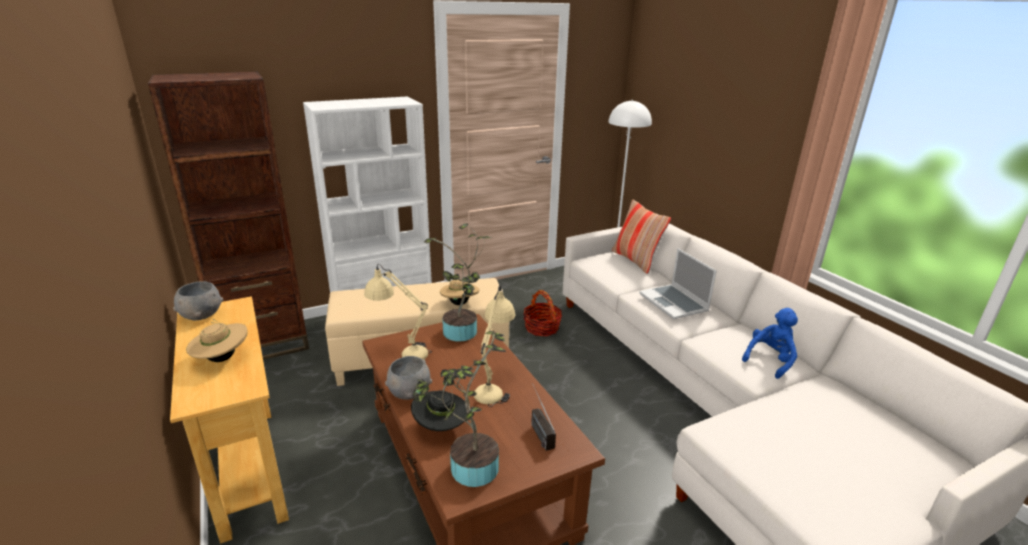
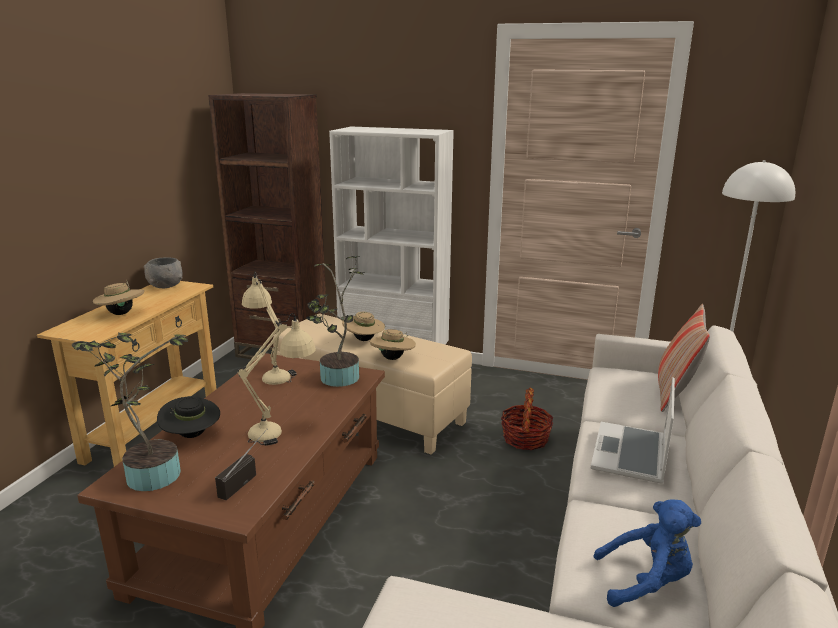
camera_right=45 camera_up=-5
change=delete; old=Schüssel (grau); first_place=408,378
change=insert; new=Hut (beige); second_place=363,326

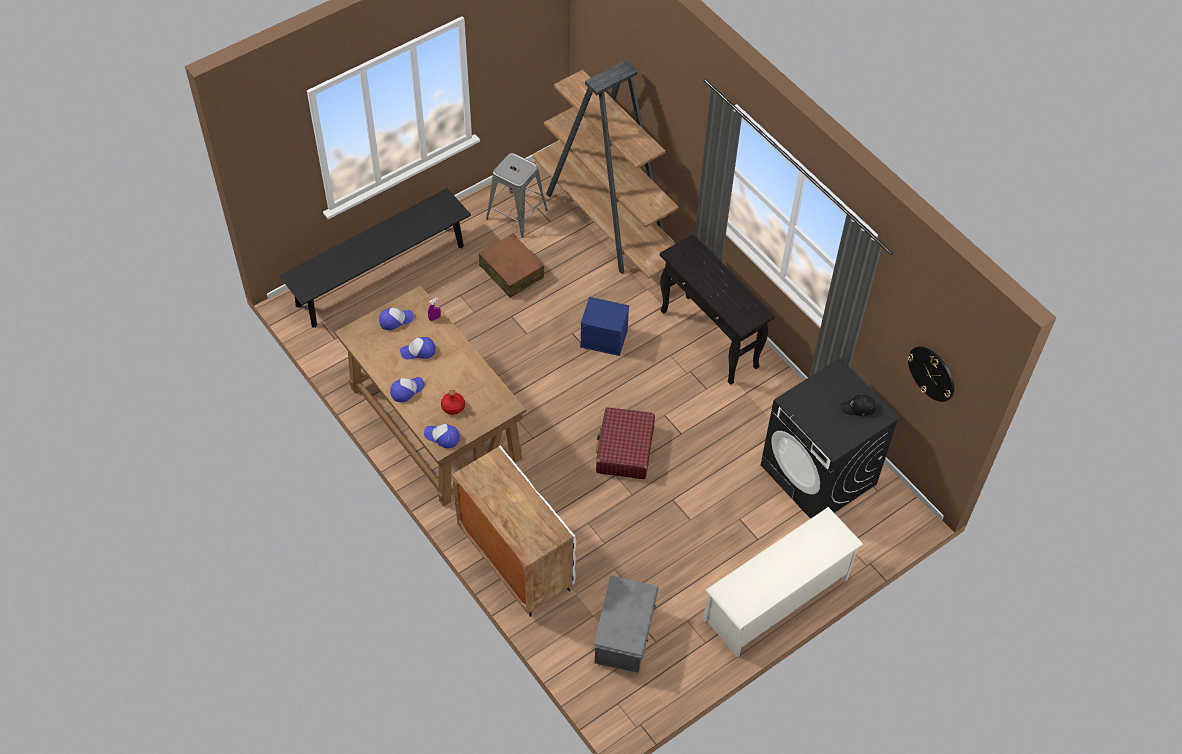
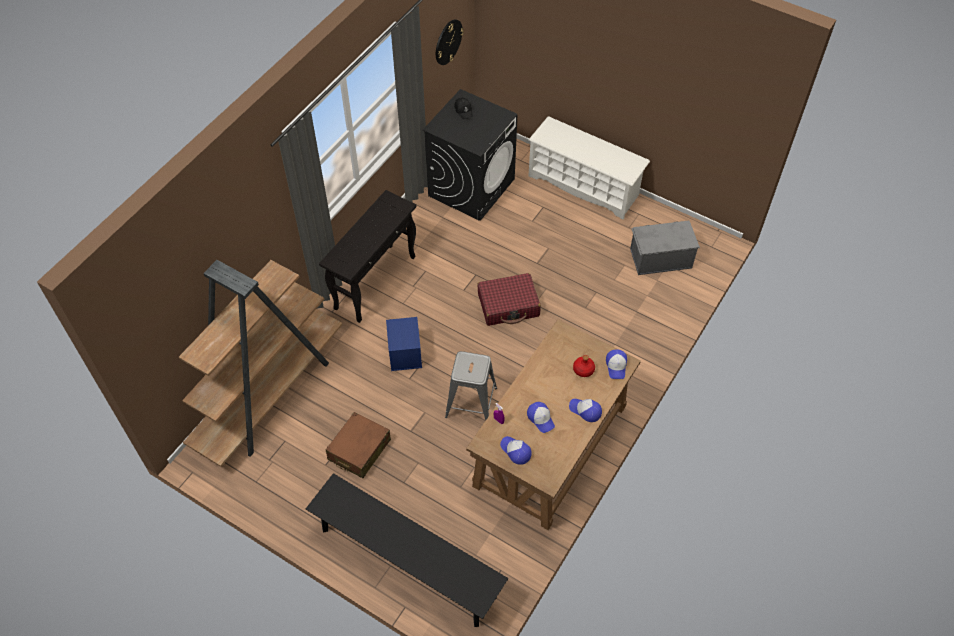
camera_right=-110 camera_up=0
change=delete; old=Schrank (weiß); first_place=514,531
change=move; old=Hocker (grau); first_place=517,195; second_place=471,385

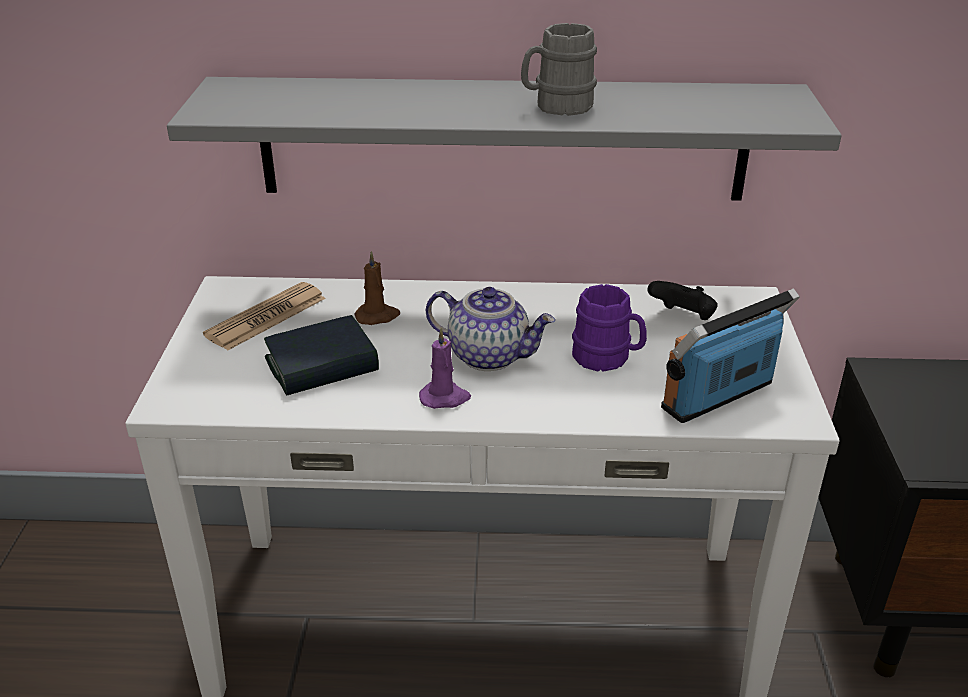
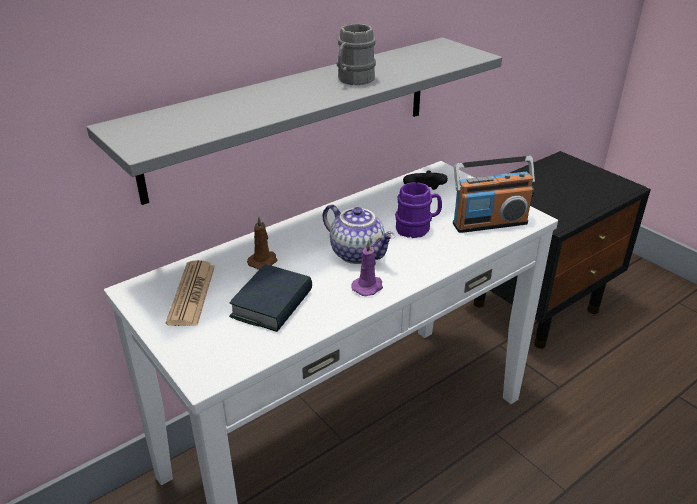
camera_right=-40 camera_up=0
change=rotate; old=Teekanne; first_place=490,329; second_place=359,234; degrees=60
change=rotate; old=Radio; first_place=730,355; second_place=494,194; degrees=-120

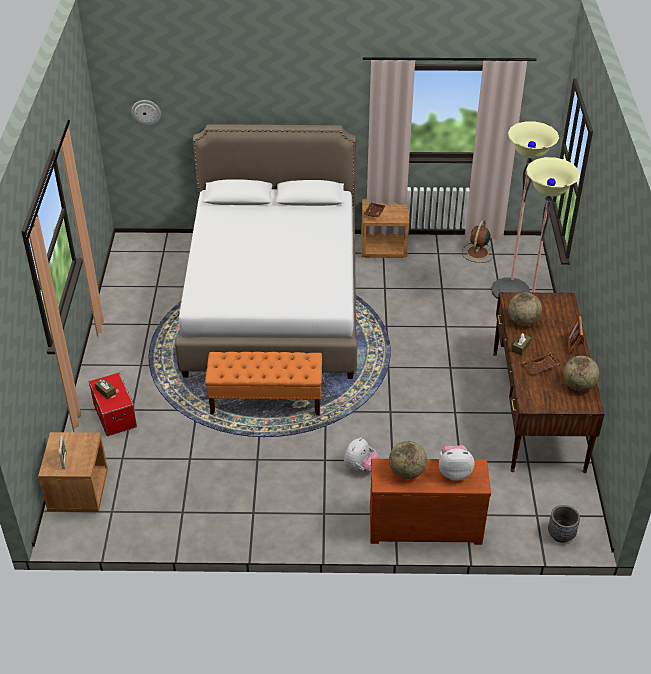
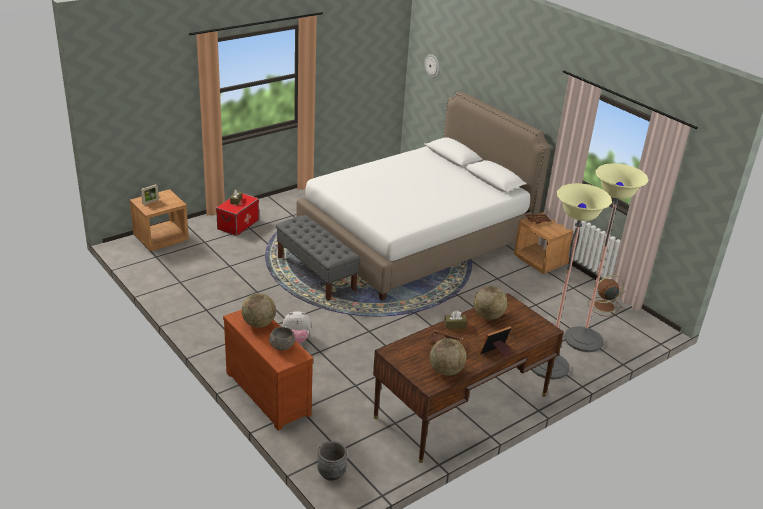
camera_right=50 camera_up=-10
change=replace; old=Plüschtier; new=Schüssel (grau); first_place=456,463; second_place=282,338
change=recolor; old=Bank (orange); new=Bank (grau); first_place=263,383; second_place=318,258

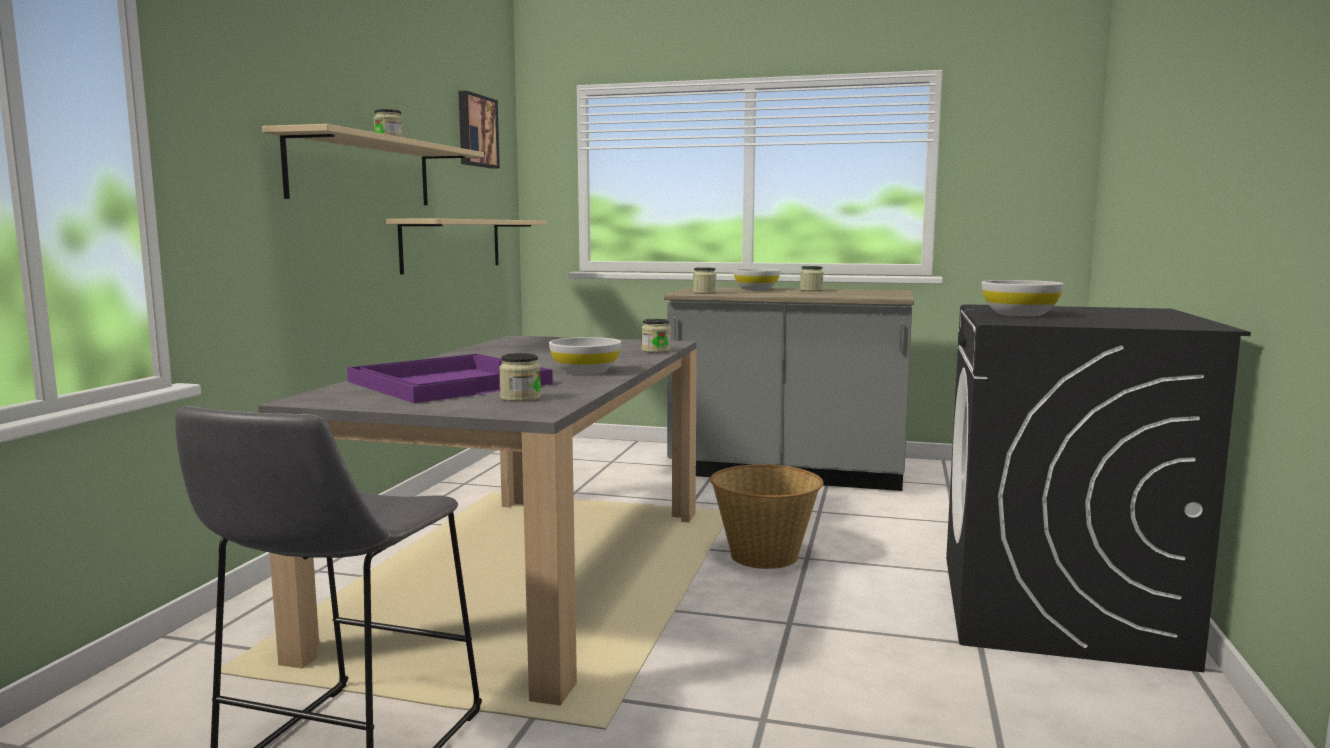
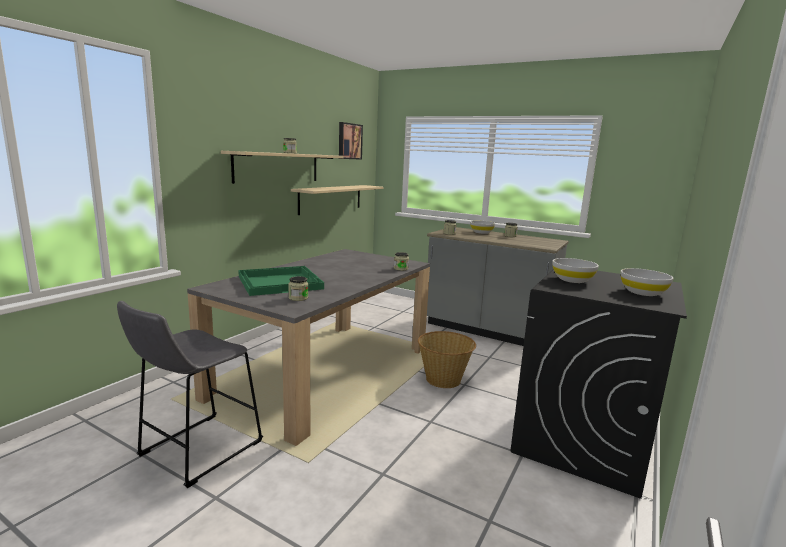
camera_right=15 camera_up=5
change=move; old=Schüssel (weiß); first_place=585,355; second_place=647,282
change=recolor; old=Tablett (lila); new=Tablett (grün); first_place=450,378; second_place=281,281

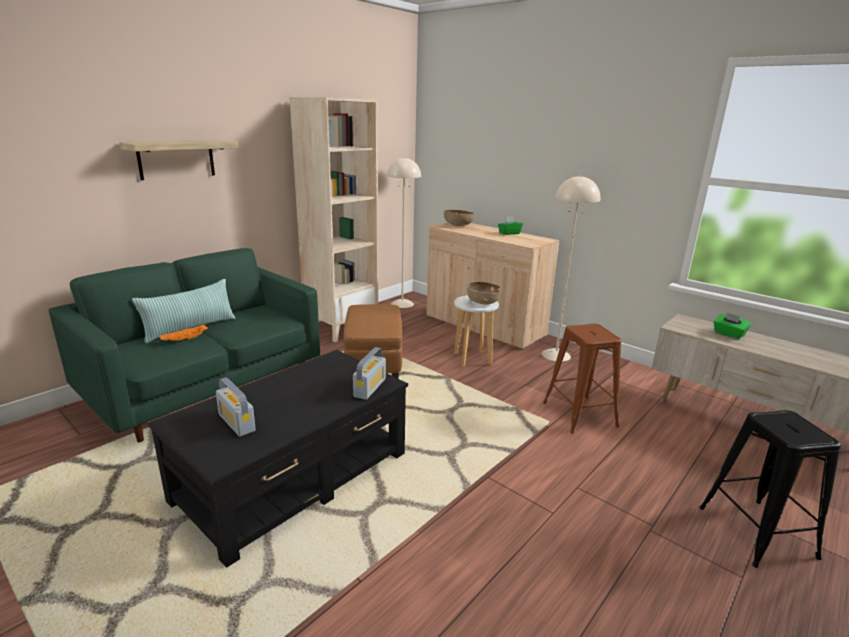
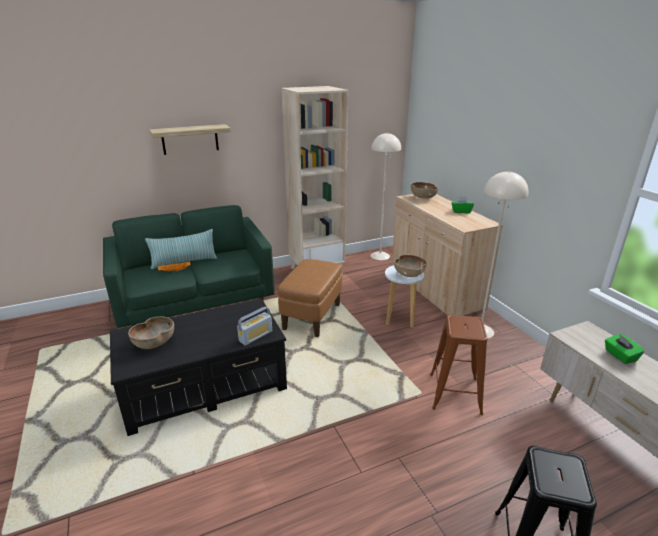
camera_right=25 camera_up=5
change=replace; old=Radio; new=Schüssel (braun); first_place=236,407; second_place=151,333

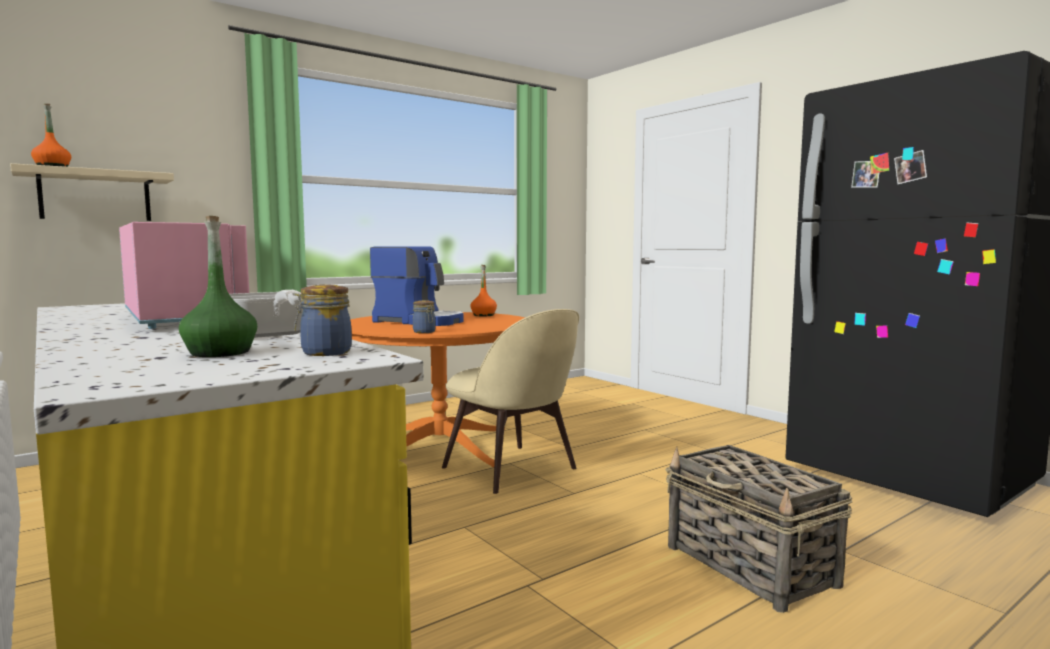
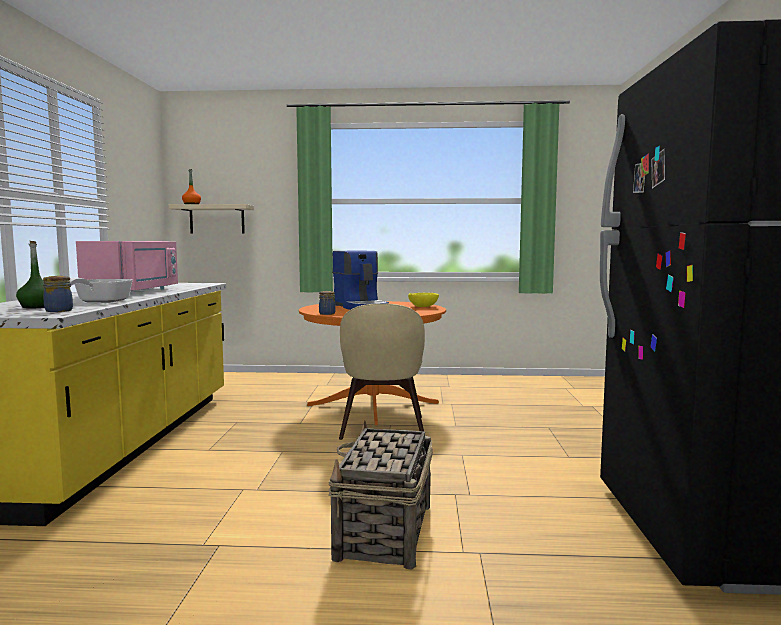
camera_right=40 camera_up=0
change=replace; old=Flasche (orange); new=Schüssel (gelb); first_place=483,290; second_place=423,300

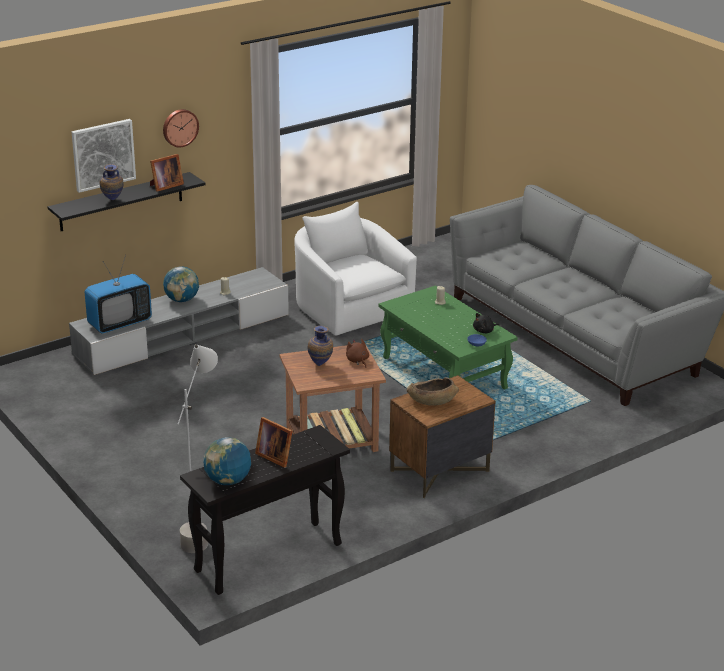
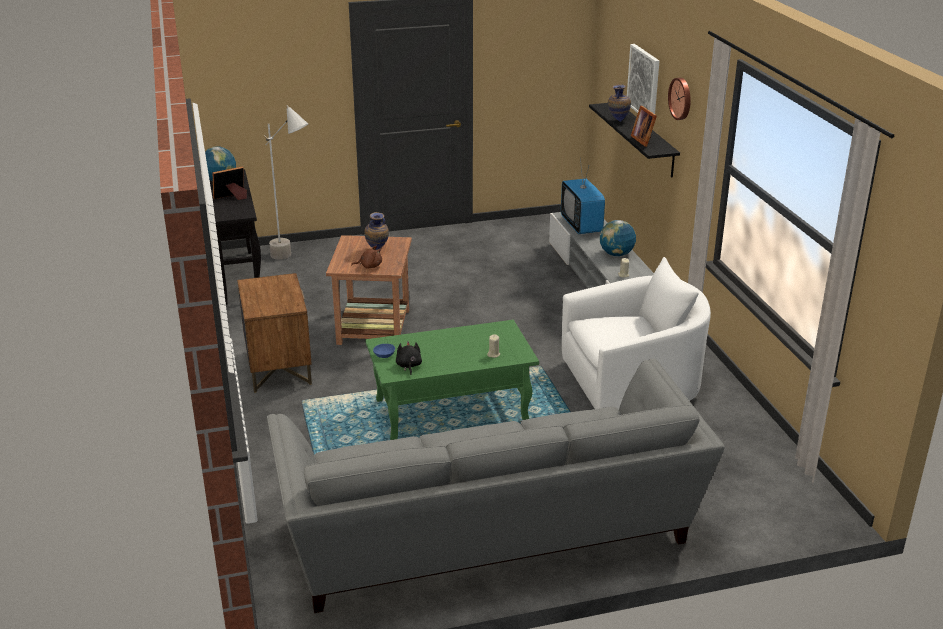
camera_right=110 camera_up=0
change=delete; old=Schüssel (braun); first_place=433,392

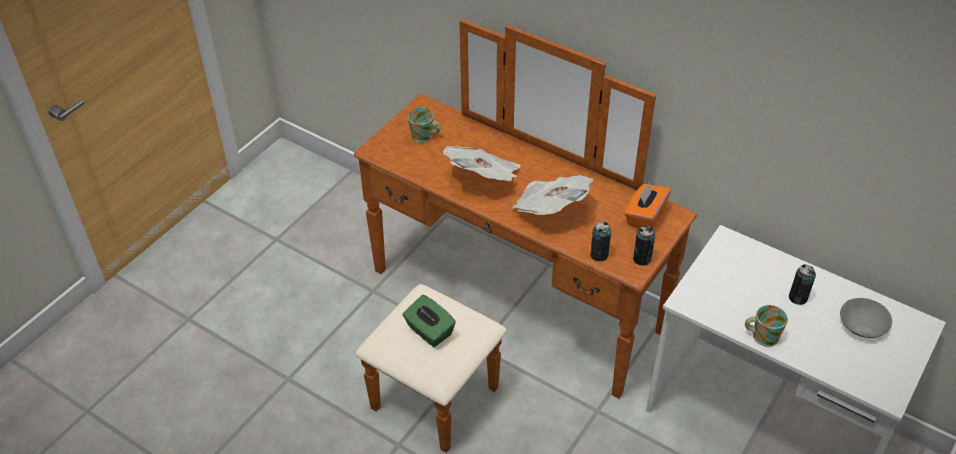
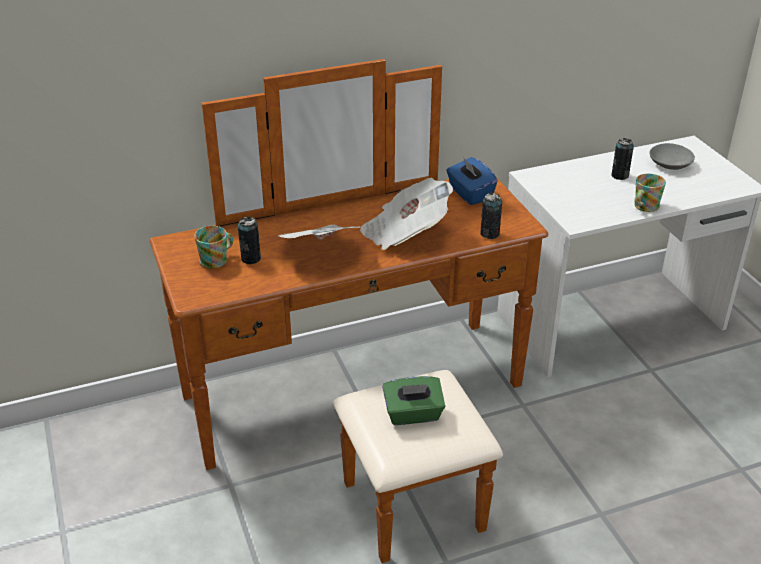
camera_right=-55 camera_up=-10
change=move; old=Dose; first_place=644,246; second_place=249,240
change=recolor; old=Taschentuchbox (orange); new=Taschentuchbox (blau); first_place=647,205; second_place=471,181

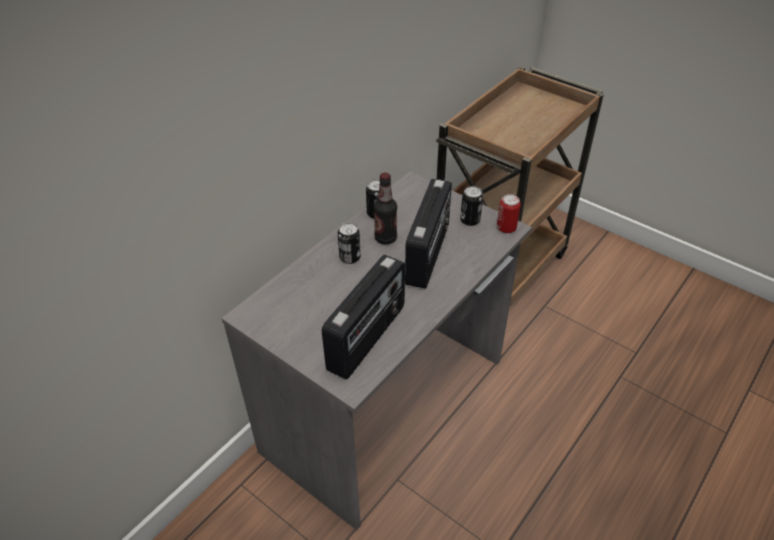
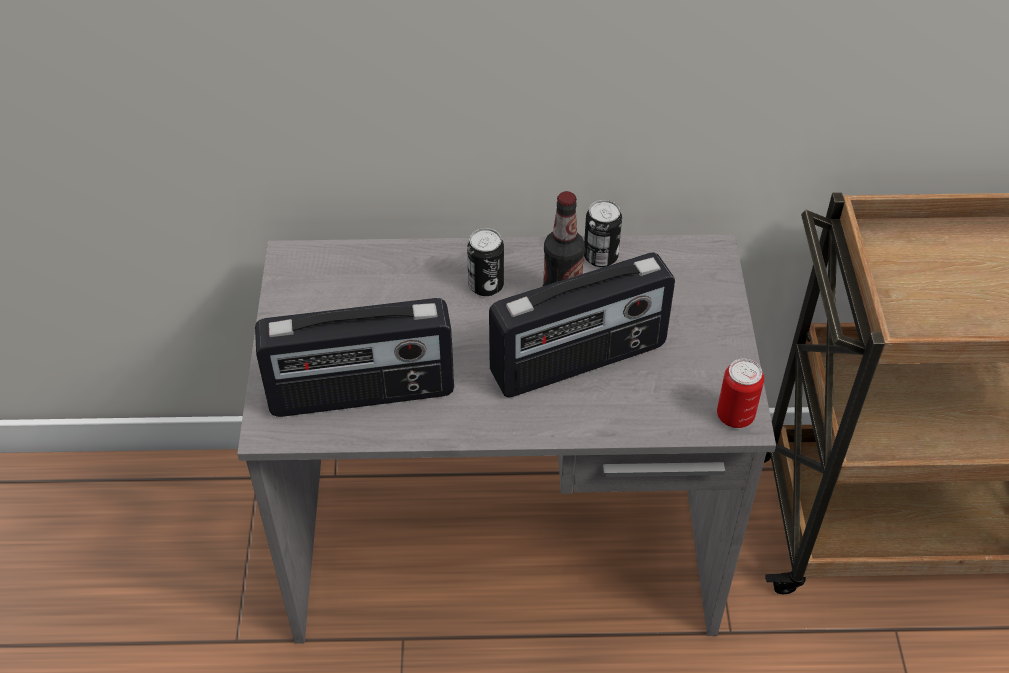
camera_right=50 camera_up=5
change=delete; old=Dose; first_place=471,206

